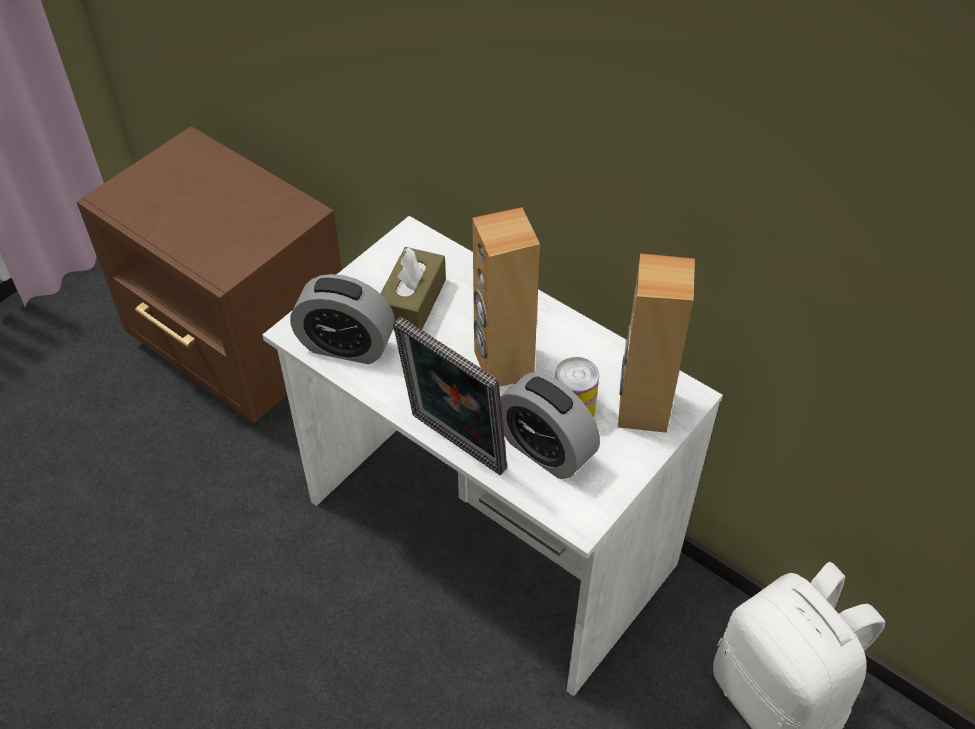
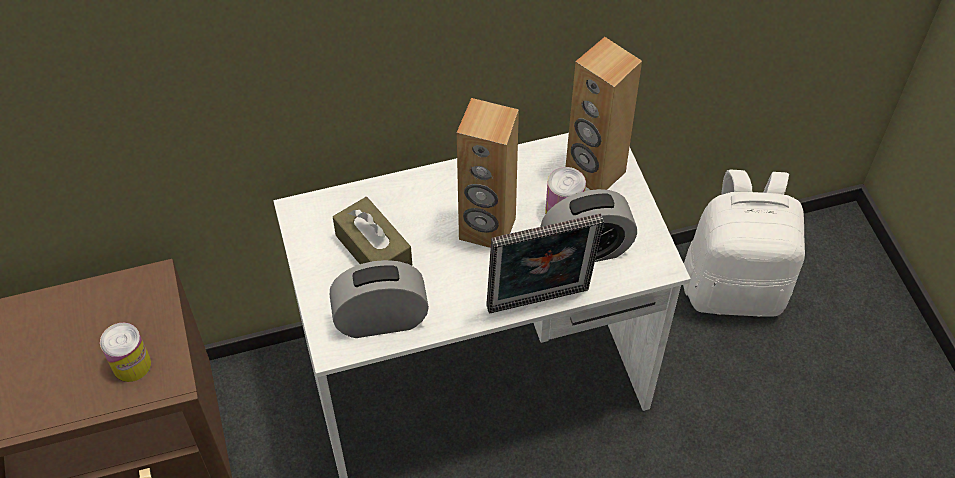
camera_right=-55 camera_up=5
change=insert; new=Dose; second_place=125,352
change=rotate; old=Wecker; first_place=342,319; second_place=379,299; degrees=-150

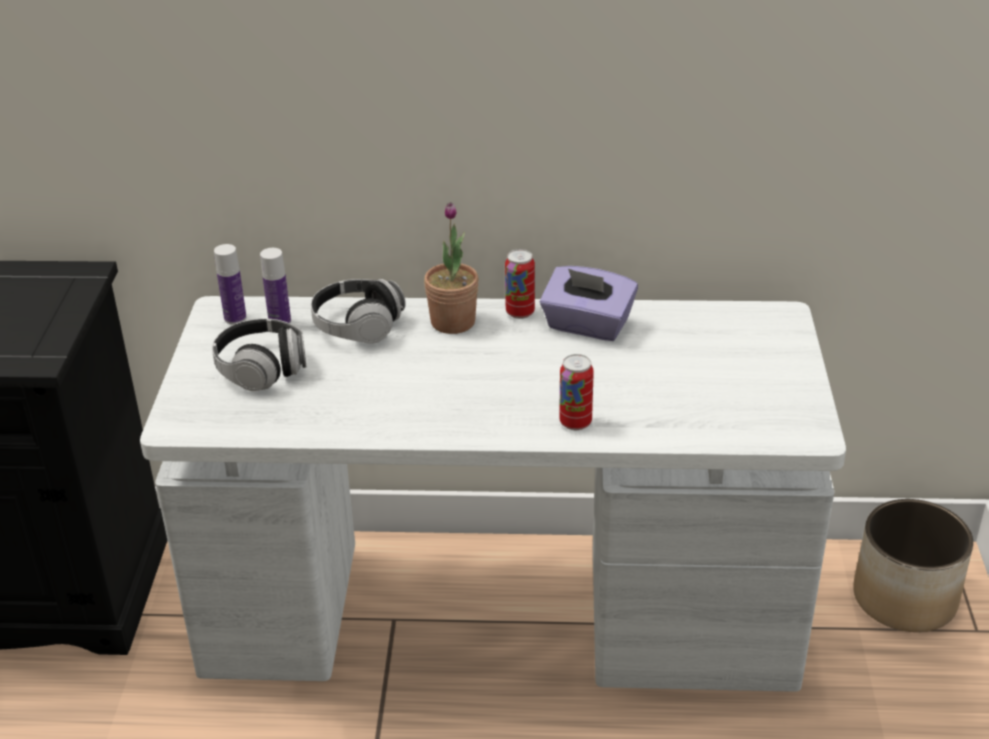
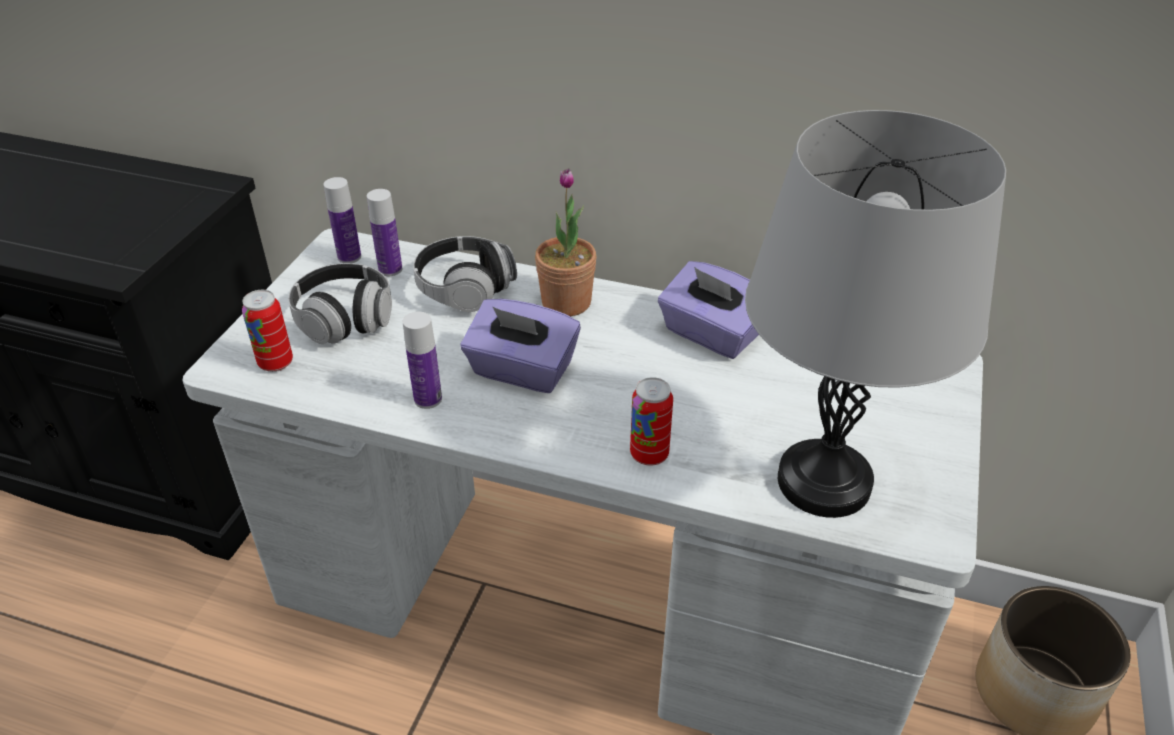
camera_right=15 camera_up=5
change=insert; new=Flasche; second_place=422,360
change=insert; new=Taschentuchbox (lila); second_place=521,346
change=insert; new=Tischlampe (grau); second_place=875,314
change=move; old=Dose; first_place=520,284; second_place=267,331

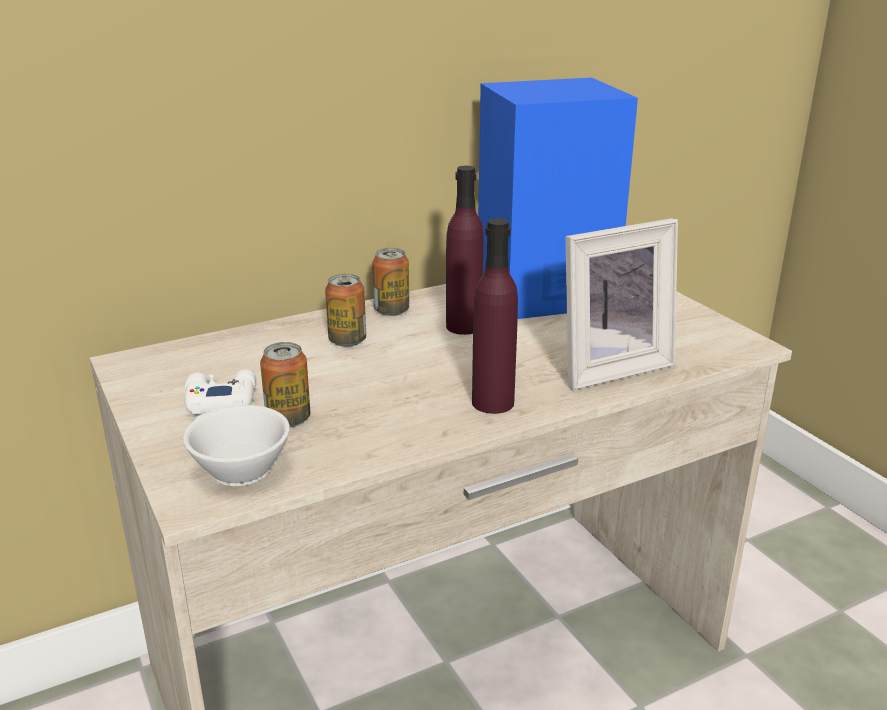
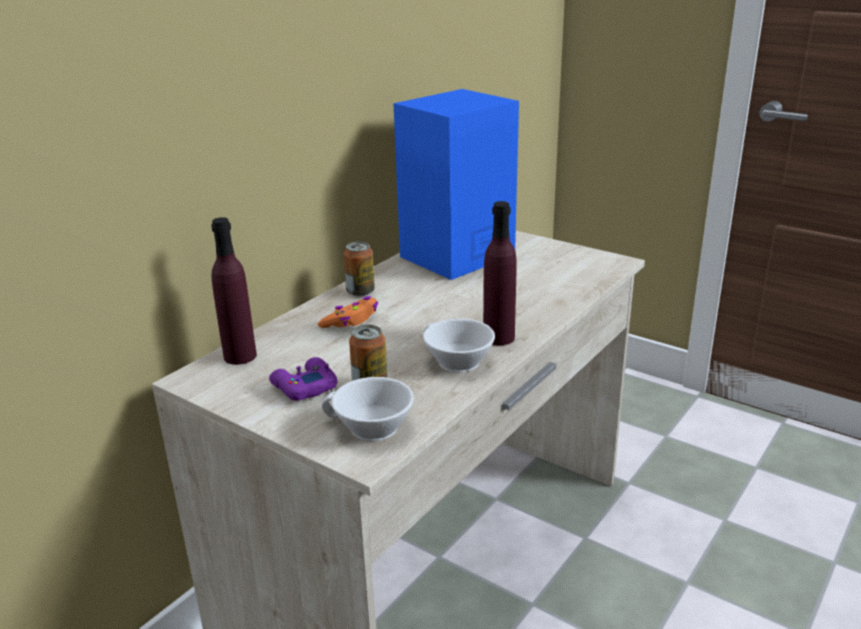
camera_right=-25 camera_up=0
change=delete; old=Bilderrahmen; first_place=621,304
change=insert; new=Tasse (weiß); second_place=459,345
change=move; old=Flasche (lila); first_place=465,250; second_place=234,291
change=replace; old=Dose; new=Gamepad (orange); first_place=345,310; second_place=348,312
change=recolor; old=Gamepad (weiß); new=Gamepad (lila); first_place=220,391; second_place=303,379

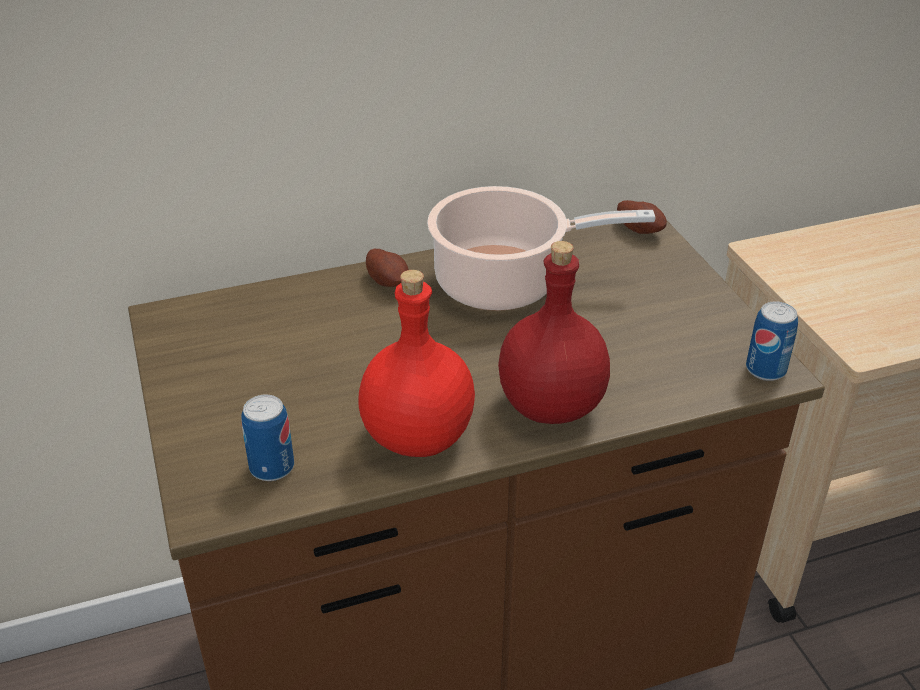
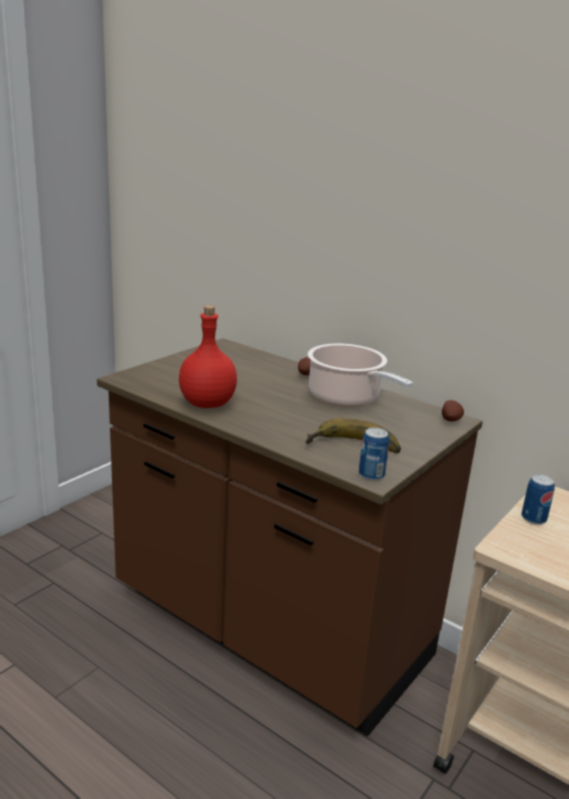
camera_right=55 camera_up=-15
change=delete; old=Flasche (rot); first_place=554,332
change=insert; new=Banane; second_place=353,435
change=move; old=Dose; first_place=267,438; second_place=538,499

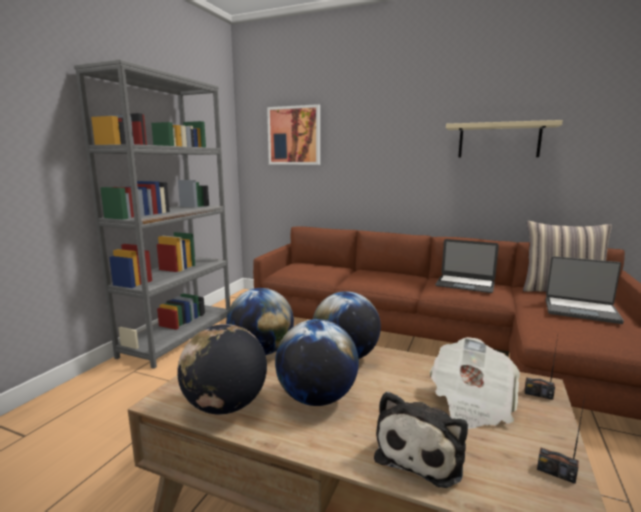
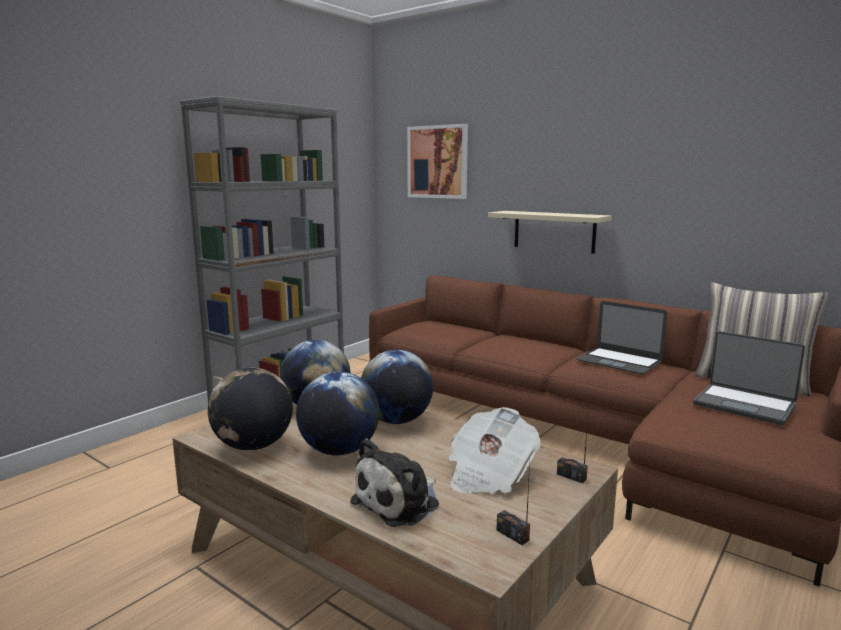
camera_right=15 camera_up=0
change=move; old=Wandregal (beige); first_place=504,139; second_place=550,232

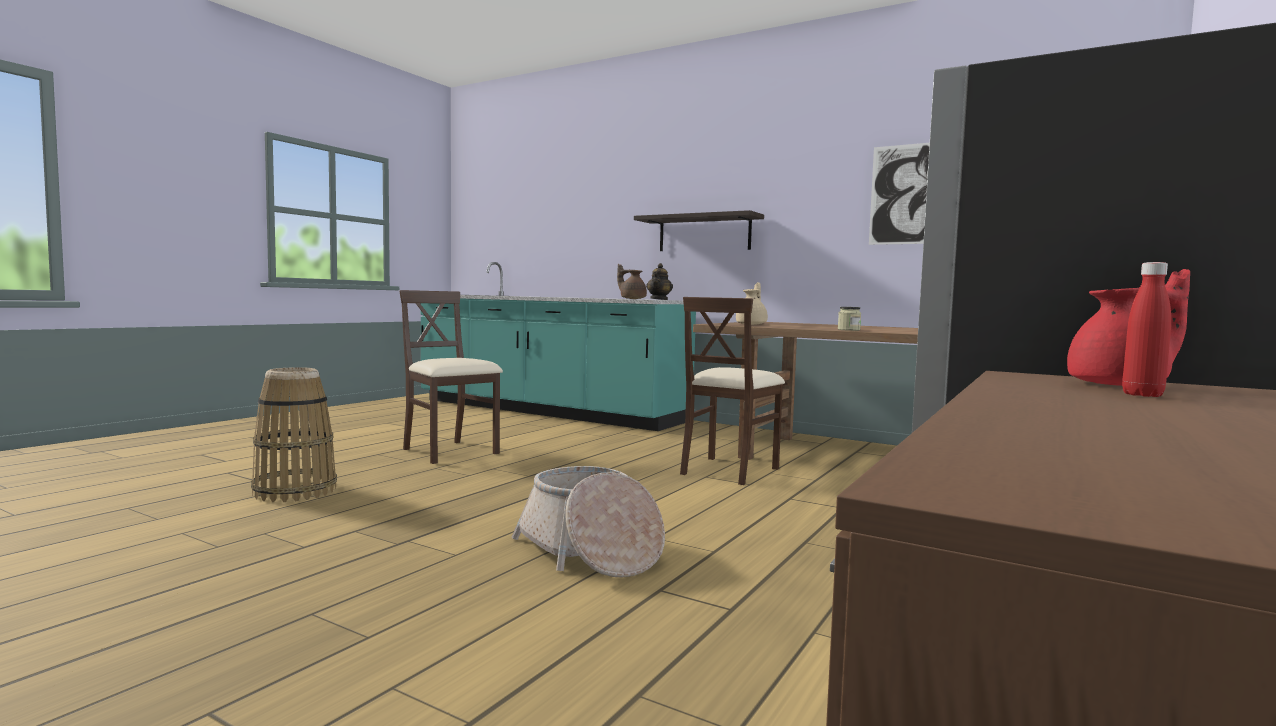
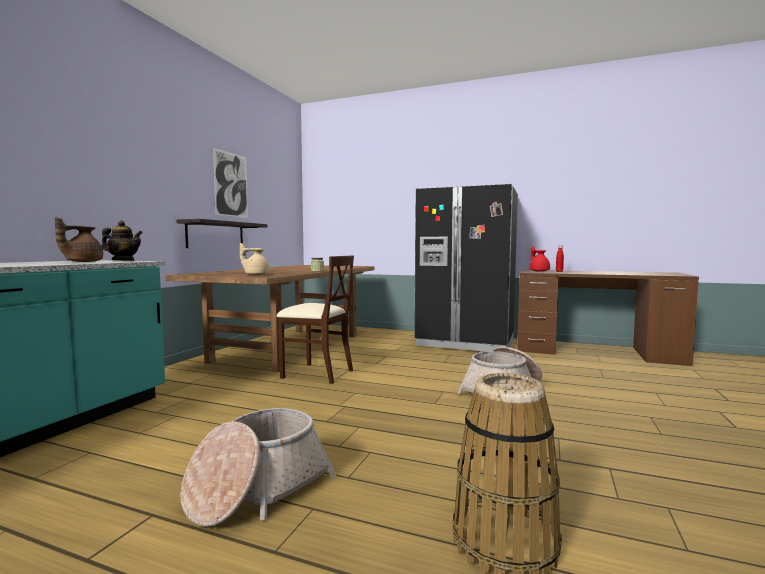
camera_right=-100 camera_up=0
change=move; old=Wandregal; first_place=699,230; second_place=222,233
change=replace; old=Stuhl (beige); new=Korb; first_place=451,377; second_place=258,467

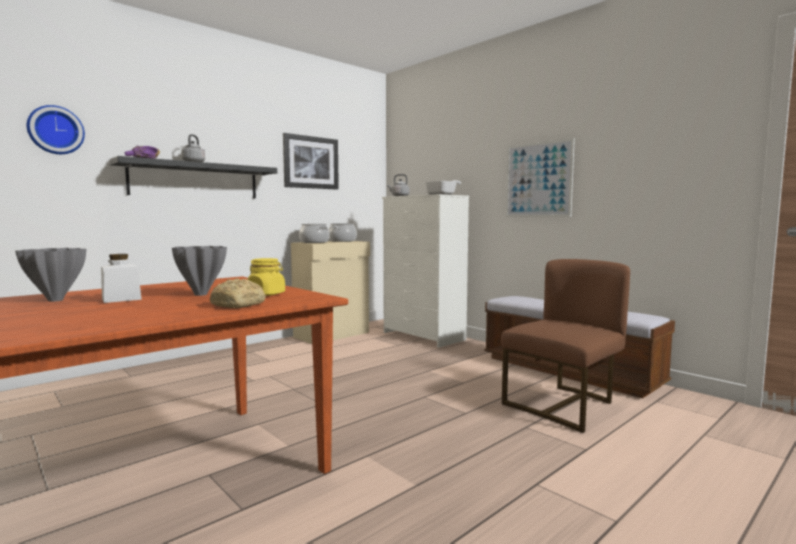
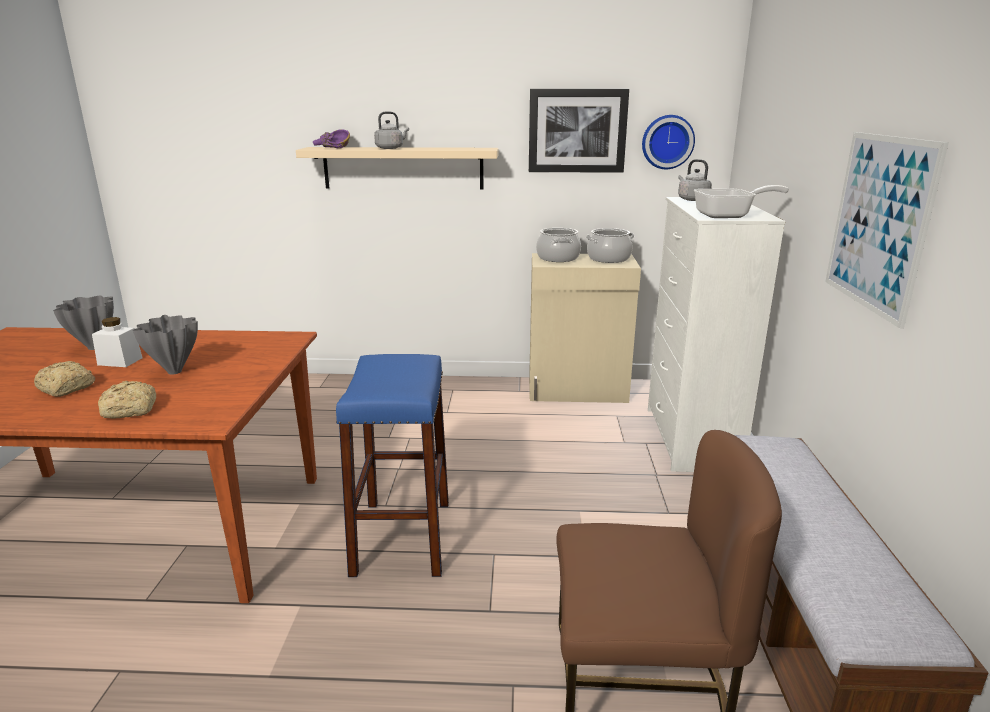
camera_right=45 camera_up=15
change=delete; old=Vorratsglas (gelb); first_place=266,277
change=insert; new=Brot; second_place=64,379
change=insert; new=Hocker (blau); second_place=392,465
change=move; old=Wanduhr; first_place=56,129; second_place=668,142
change=recolor; old=Wandregal (schwarz); new=Wandregal (beige); first_place=193,177; second_place=397,168

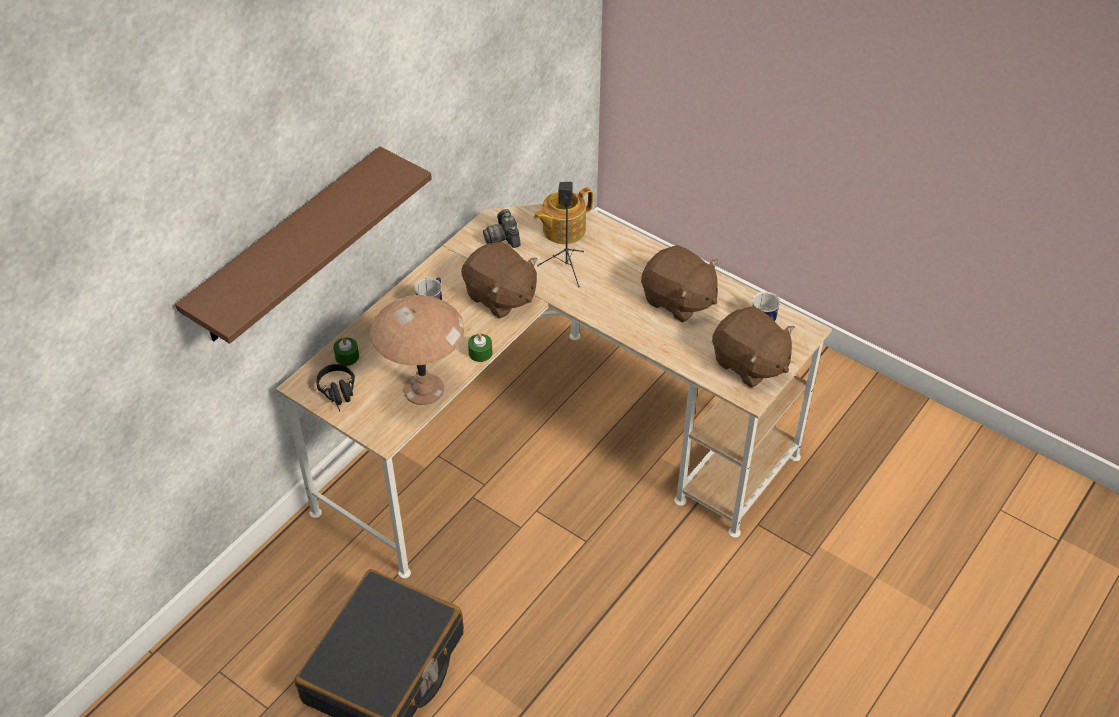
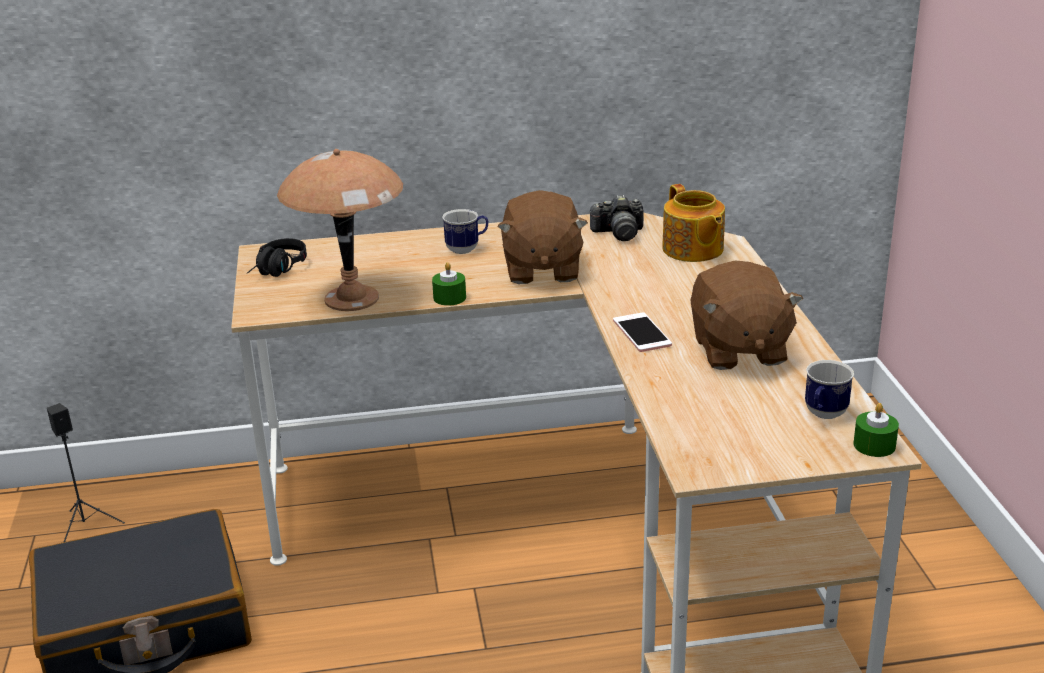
camera_right=45 camera_up=-20
change=delete; old=Wandregal (braun); first_place=303,245
change=delete; old=Plüschtier (braun); first_place=753,347
change=insert; new=Handy; second_place=642,332
change=move; old=Kerze (grün); first_place=346,351; second_place=876,430
change=move; old=Lautsprecher (schwarz); first_place=560,234; second_place=86,472
change=rotate; old=Kamera; first_place=502,228; second_place=616,218; degrees=-120
change=rotate; old=Teekanne; first_place=563,215; second_place=693,223; degrees=-120

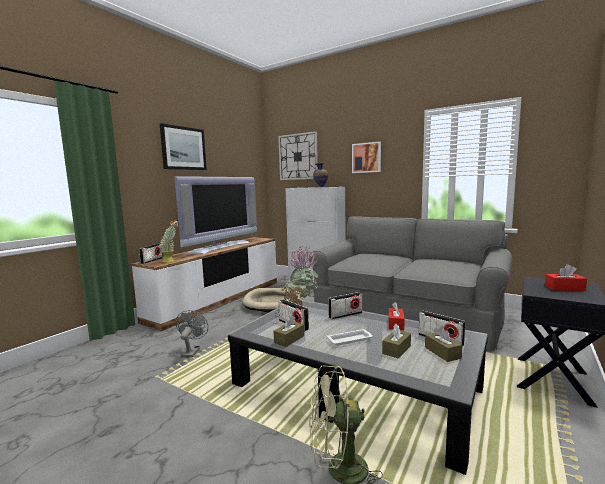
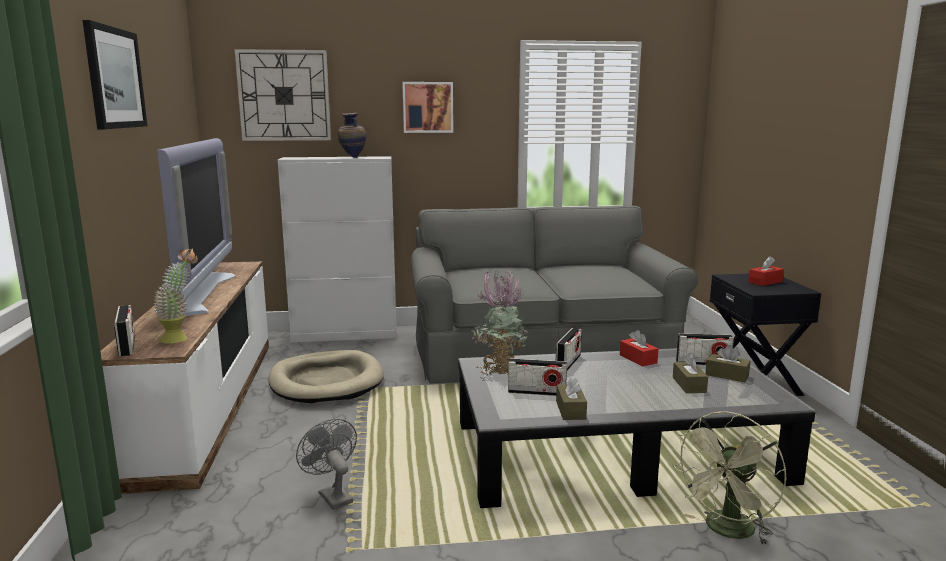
camera_right=-40 camera_up=5
change=delete; old=Tablett (weiß); first_place=350,337

